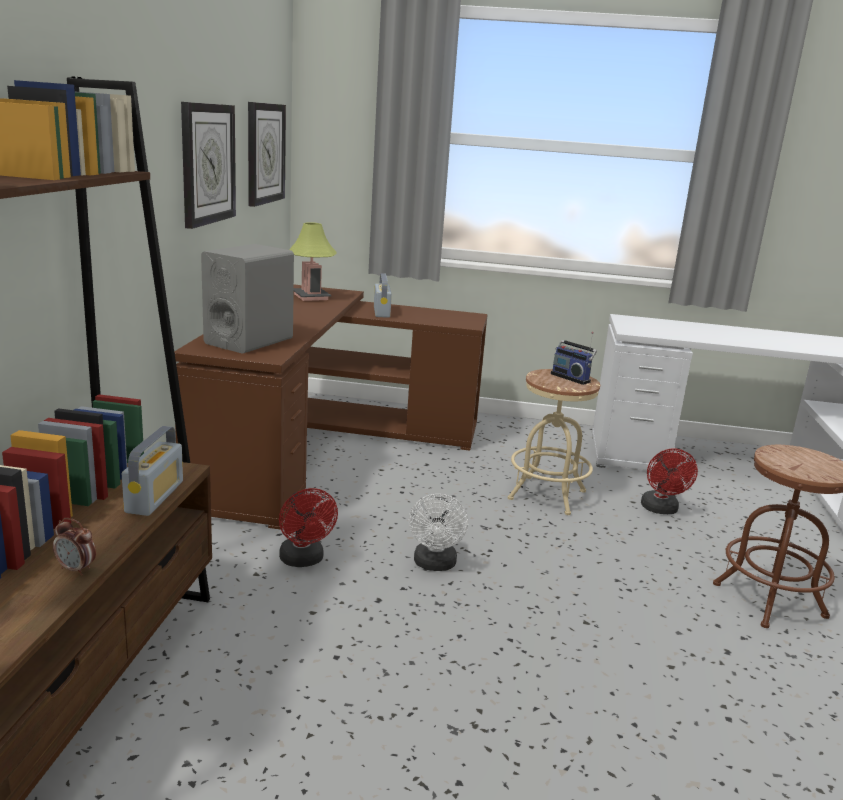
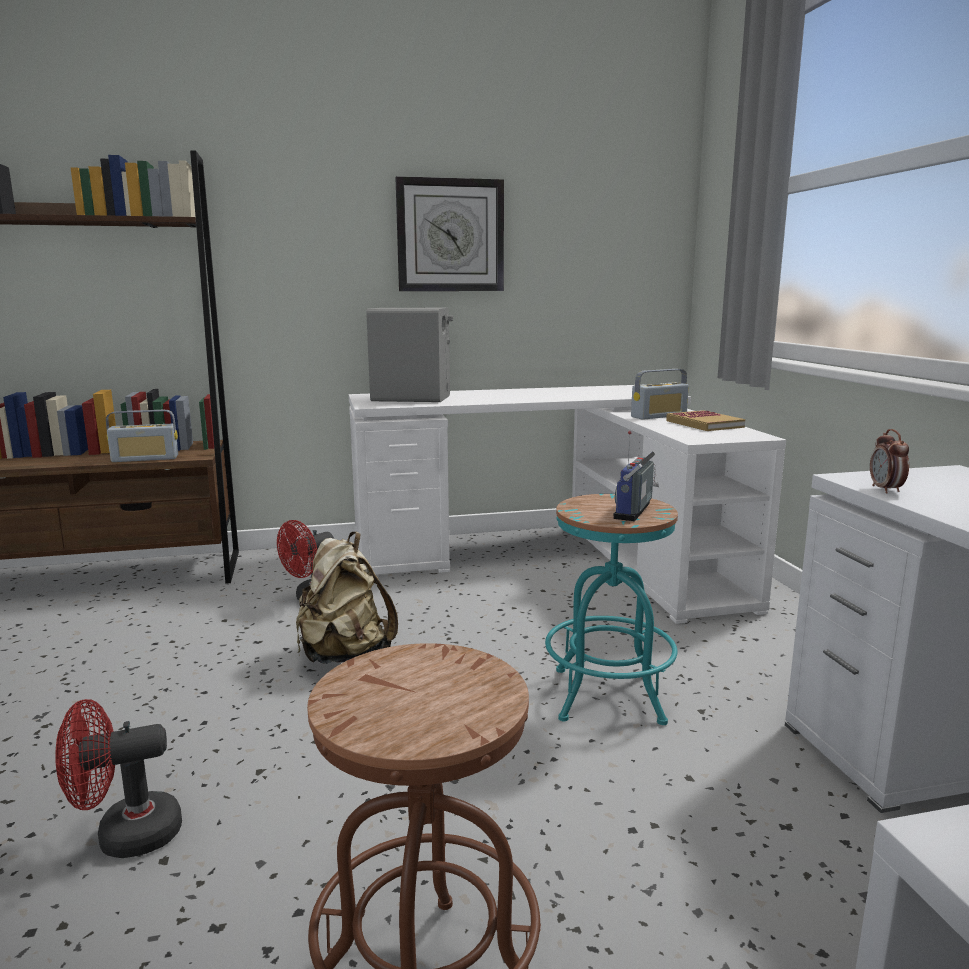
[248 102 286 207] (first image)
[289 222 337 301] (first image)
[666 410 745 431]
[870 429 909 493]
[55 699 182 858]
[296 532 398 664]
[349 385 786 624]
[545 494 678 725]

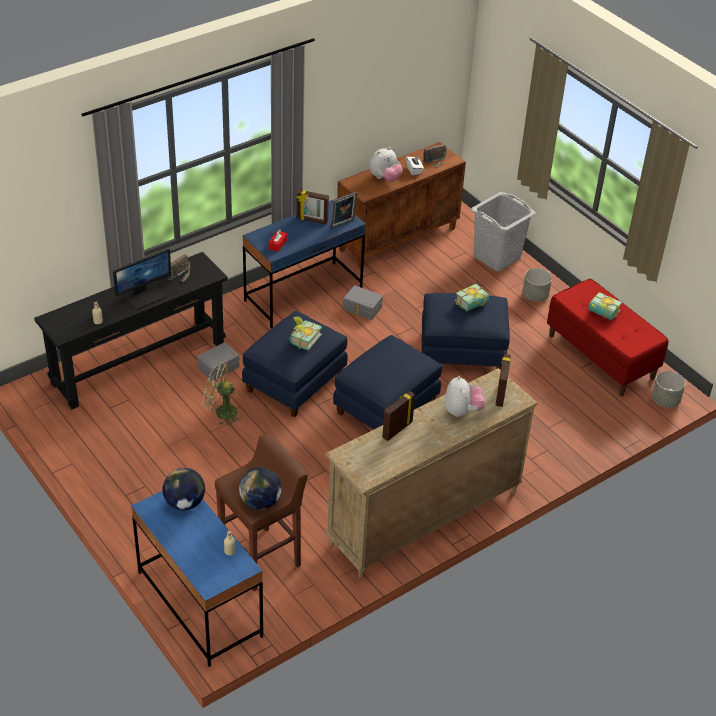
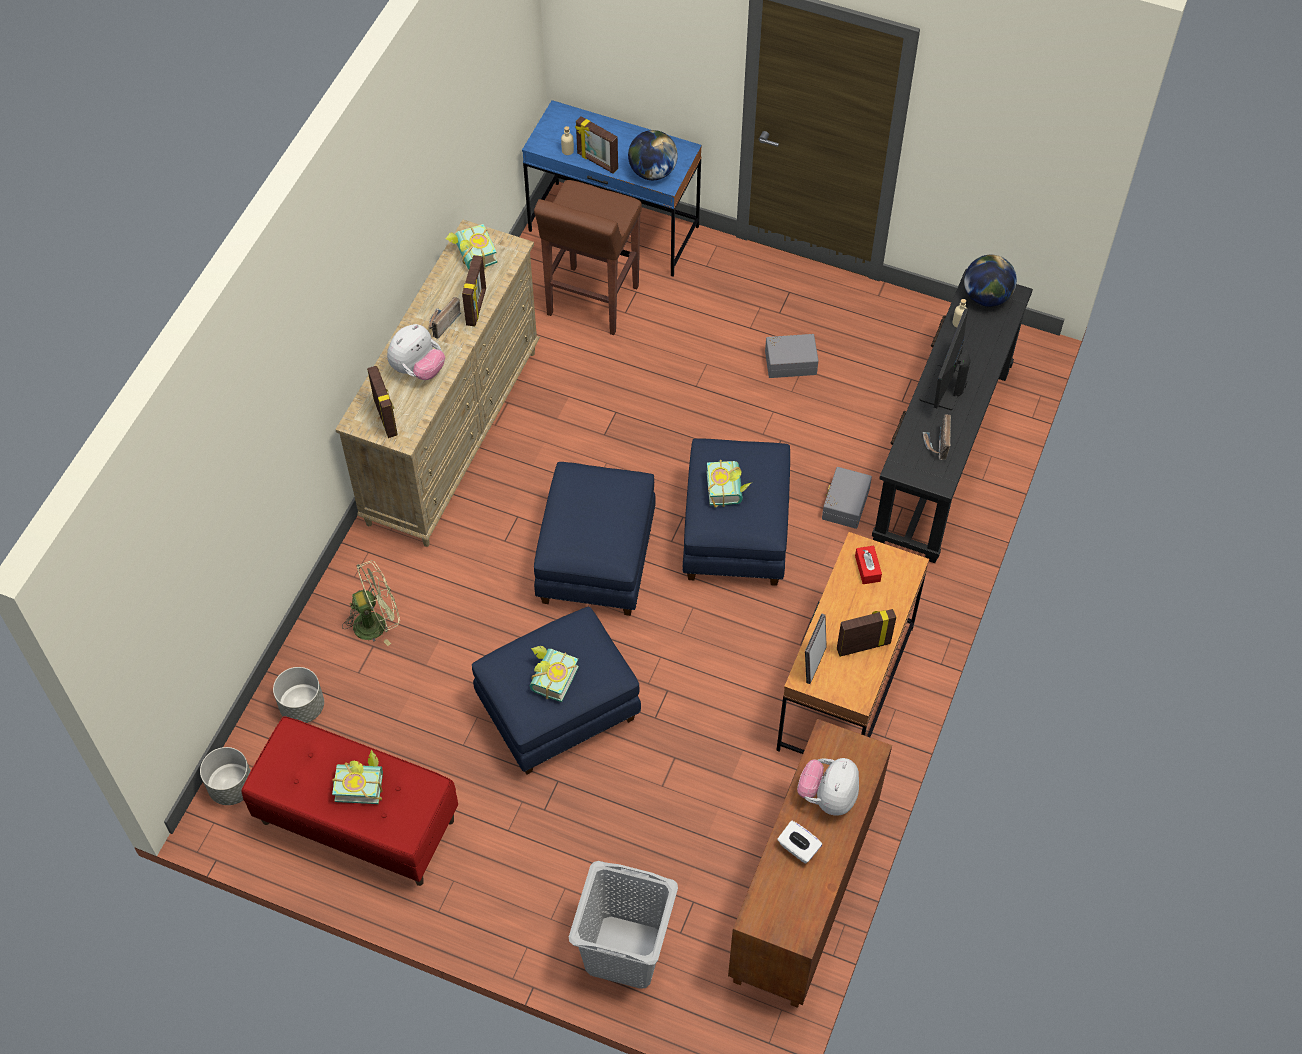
[446 224 498 270]
[575 116 618 174]
[342 560 400 646]
[964 255 1017 307]
[765 334 818 378]
[429 297 461 339]
[273 667 324 723]
[776 532 929 754]
[387 324 445 380]

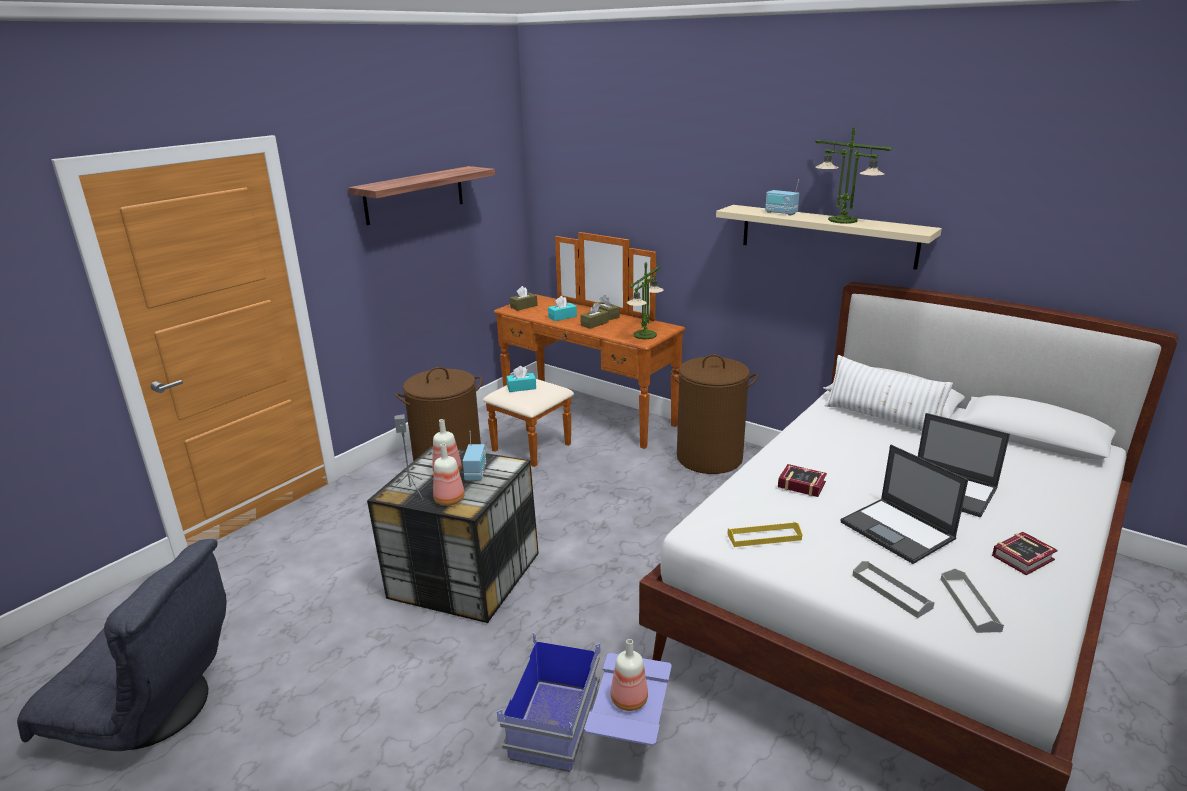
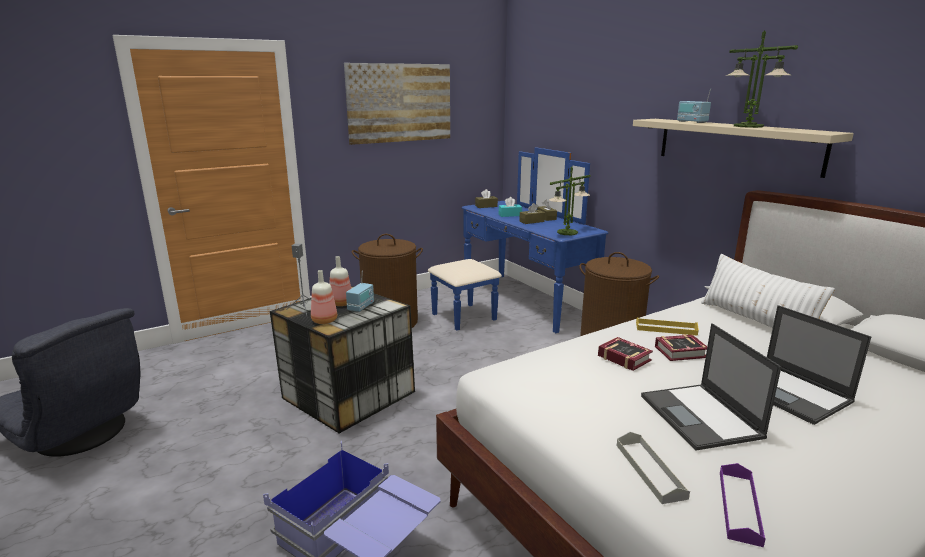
[507 366 536 392] (first image)
[611 639 648 711] (first image)
[636 317 699 336]
[655 334 707 361]
[344 63 450 145]
[428 147 608 333]
[720 463 766 547]

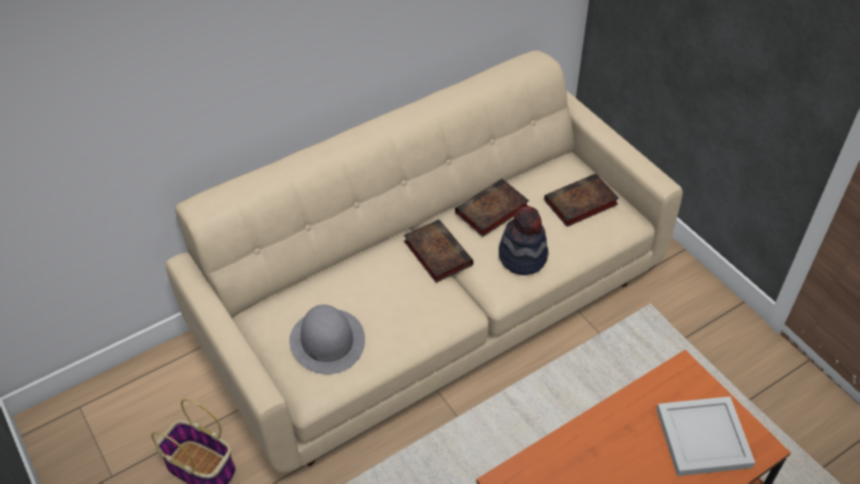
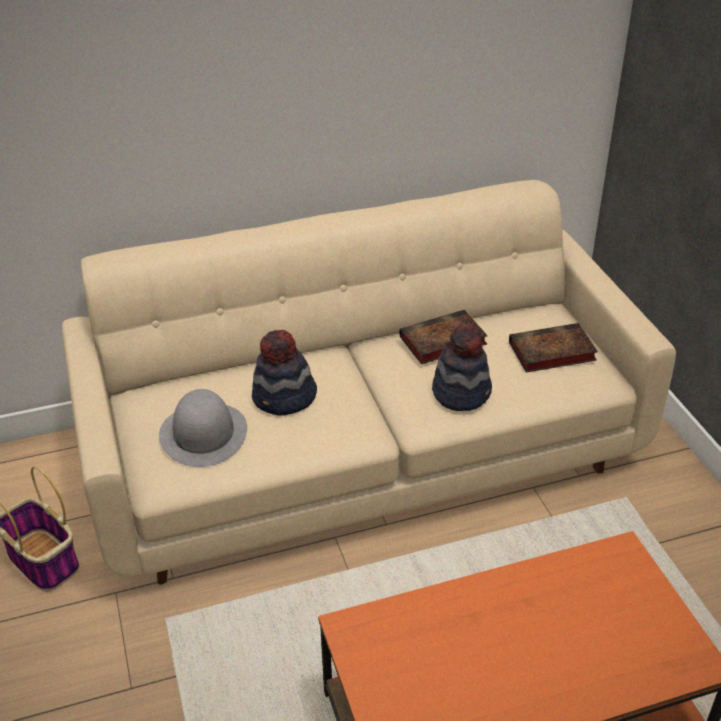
[404 219 474 283] (first image)
[656 396 755 476] (first image)
[252 330 317 416]

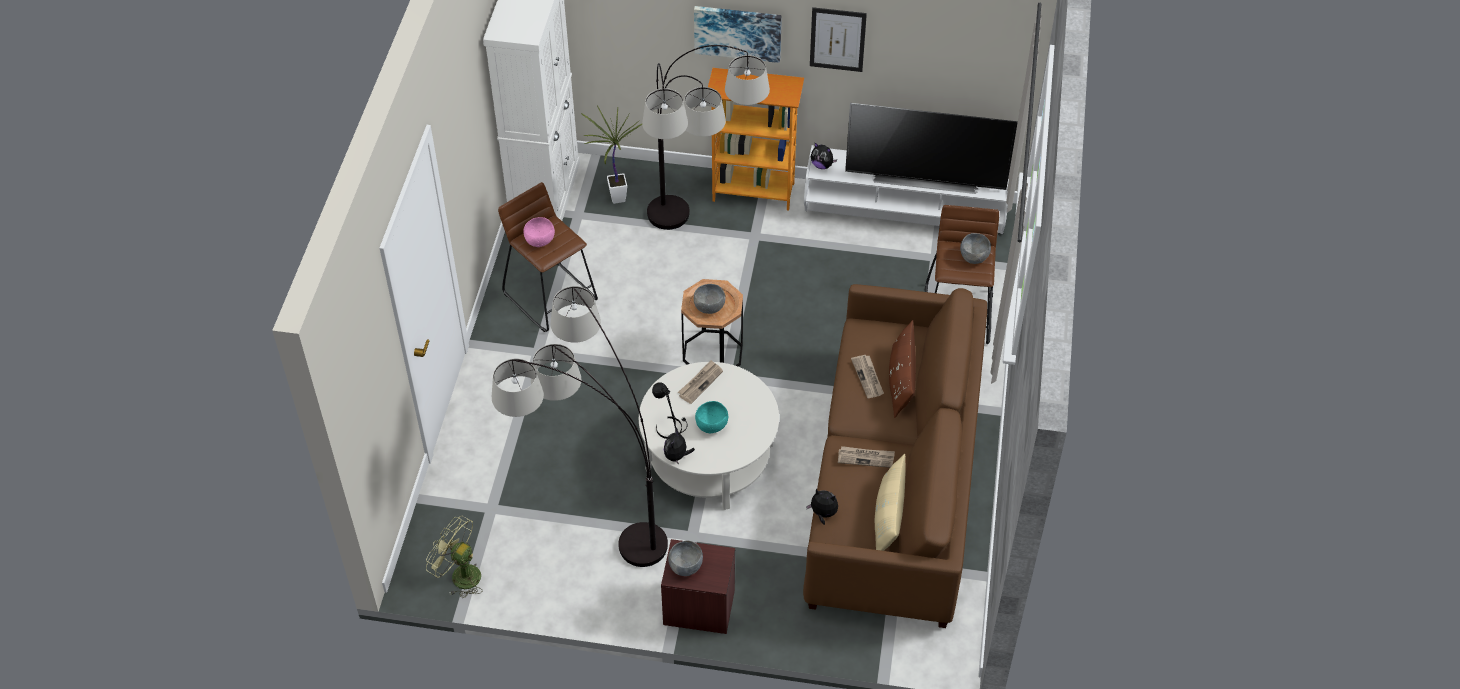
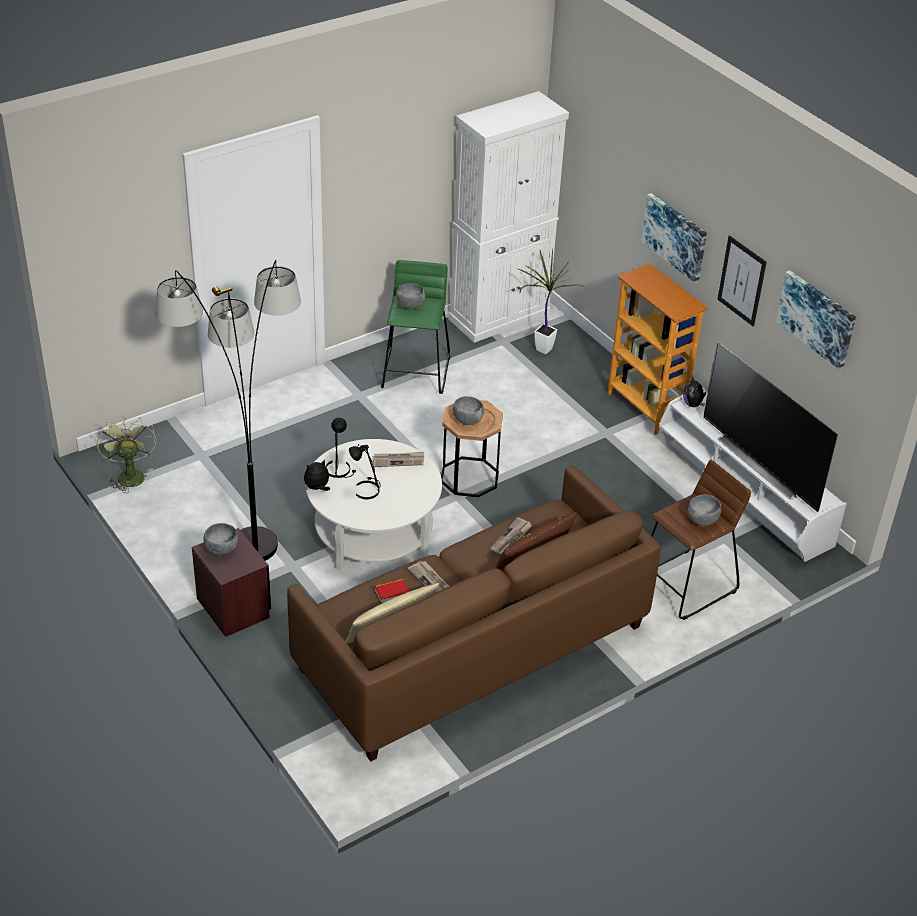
[642 45 770 230] (first image)
[806 489 838 525] (first image)
[374 579 410 604]
[776 270 856 369]
[349 444 380 499]
[381 260 450 394]
[396 283 425 310]

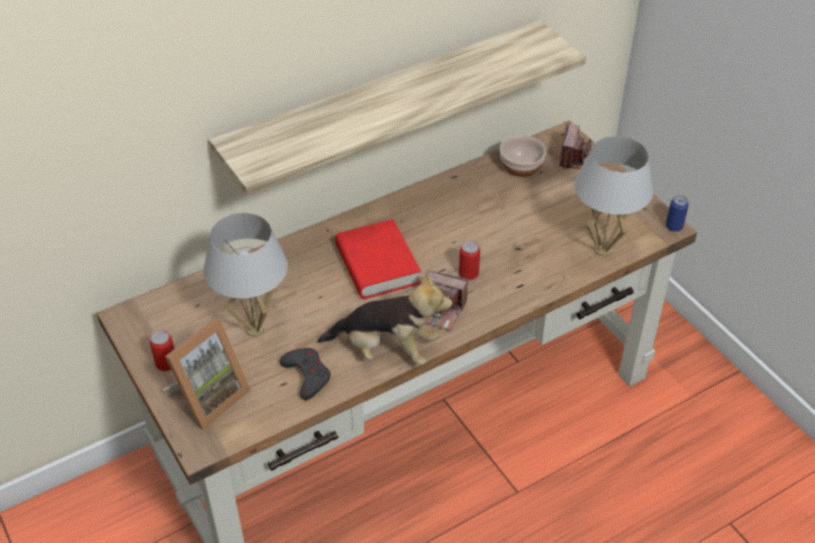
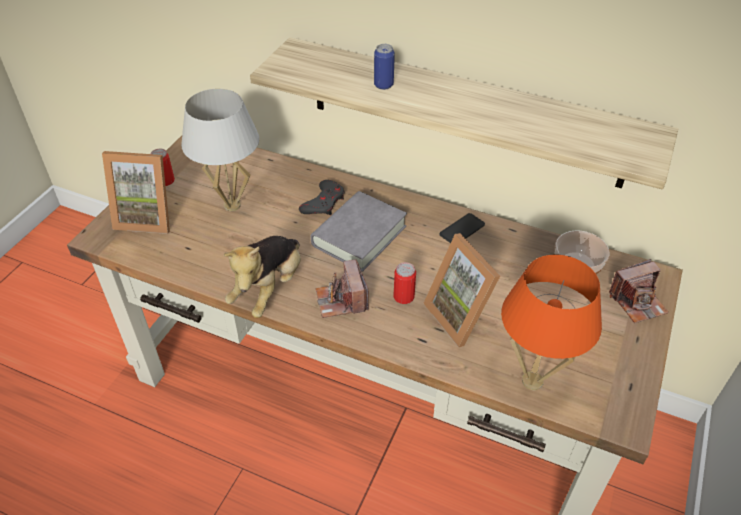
[423 233 500 347]
[440 213 485 243]
[299 180 344 215]
[374 44 395 90]
[311 191 407 272]
[501 255 602 390]
[224 236 301 318]

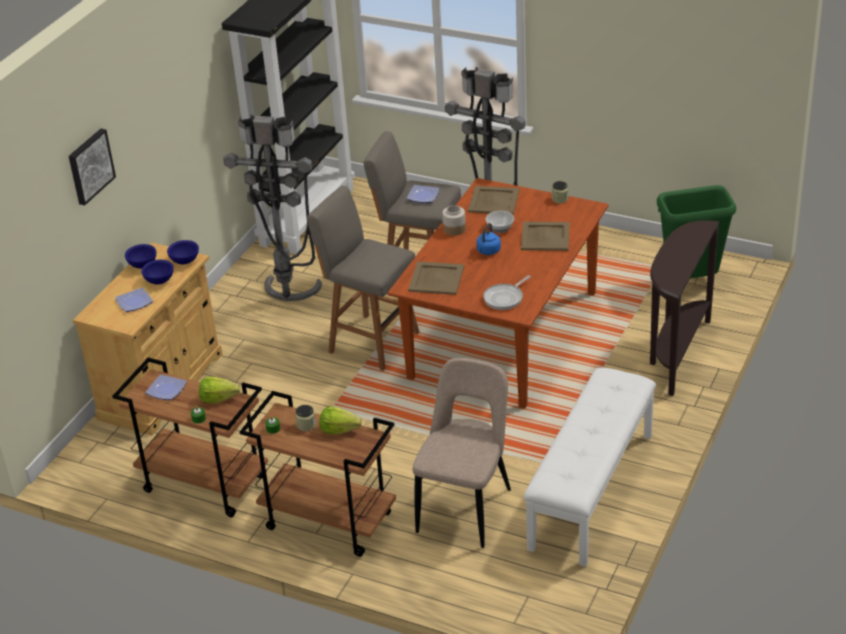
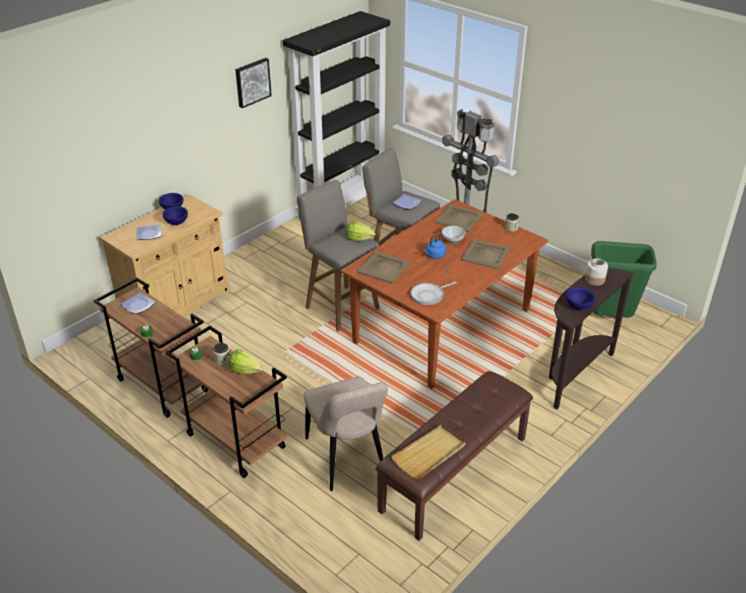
[223 115 322 301] (first image)
[391 424 466 480]
[235 58 272 108]
[566 287 595 310]
[346 221 376 241]
[585 258 608 286]
[376 371 533 541]
[304 376 388 491]

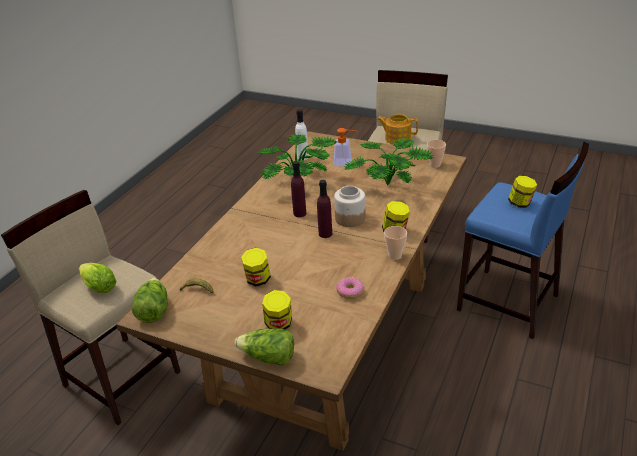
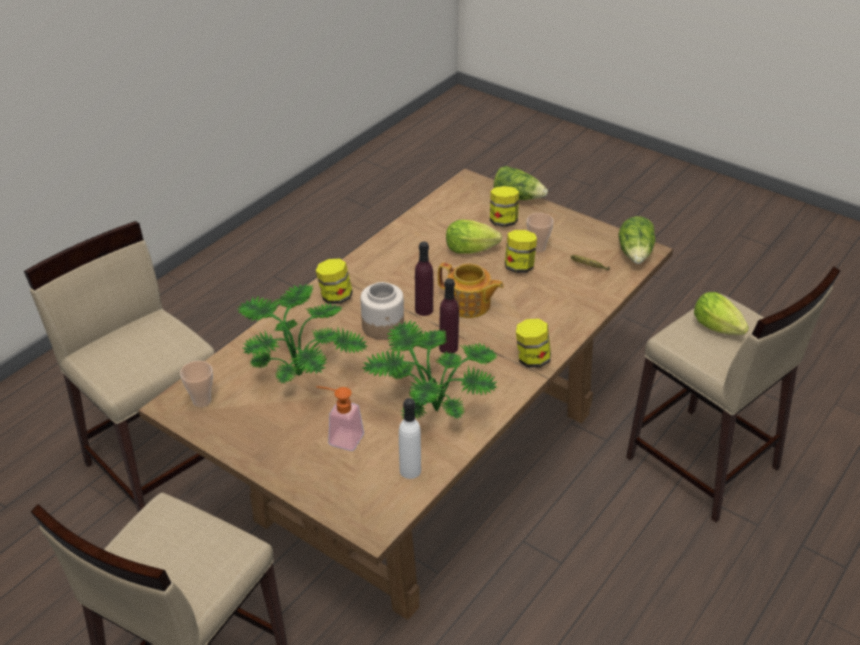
[336 277 365 299] (first image)
[446 220 502 254]
[438 263 504 318]
[527 213 554 253]
[516 319 551 368]
[24 221 215 512]

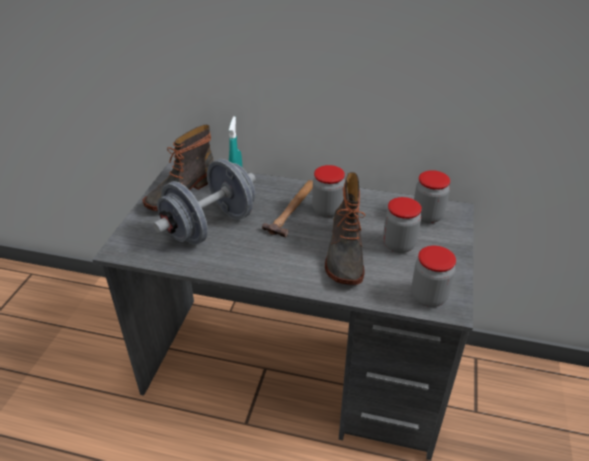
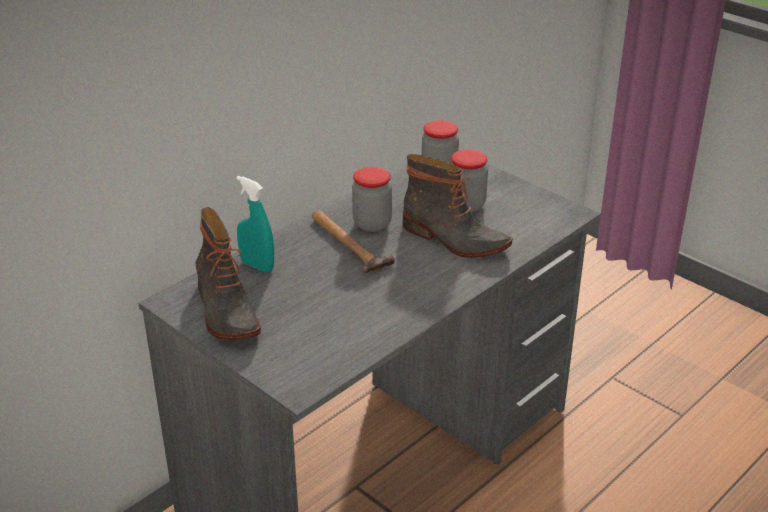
[153 159 256 245] (first image)
[411 246 456 307] (first image)

